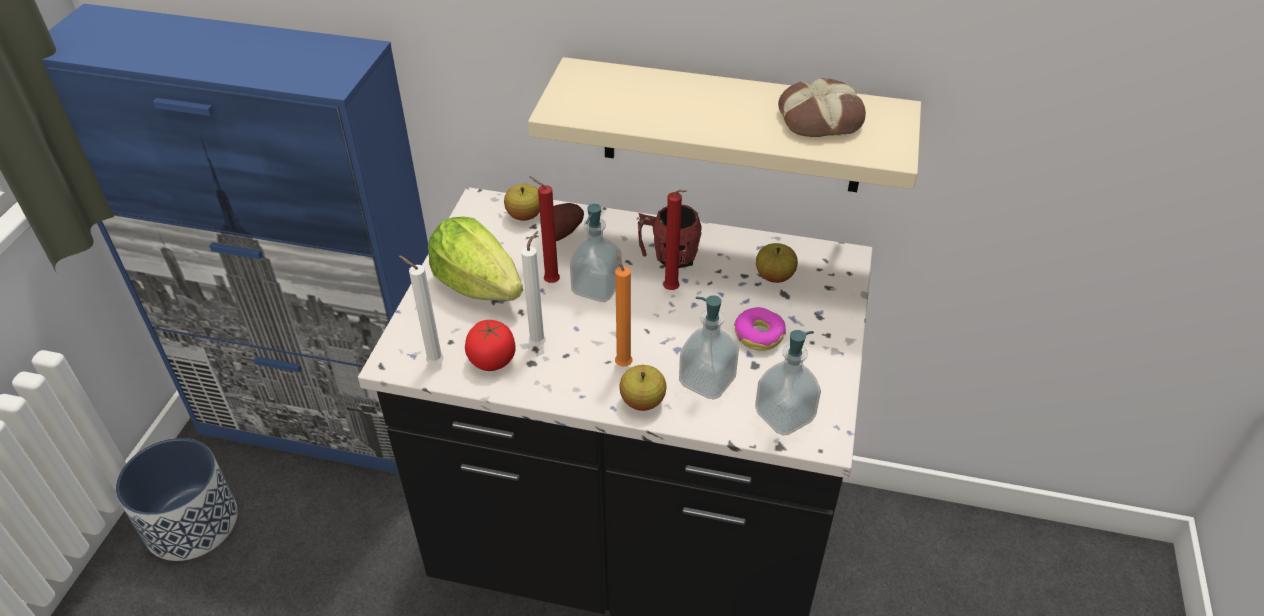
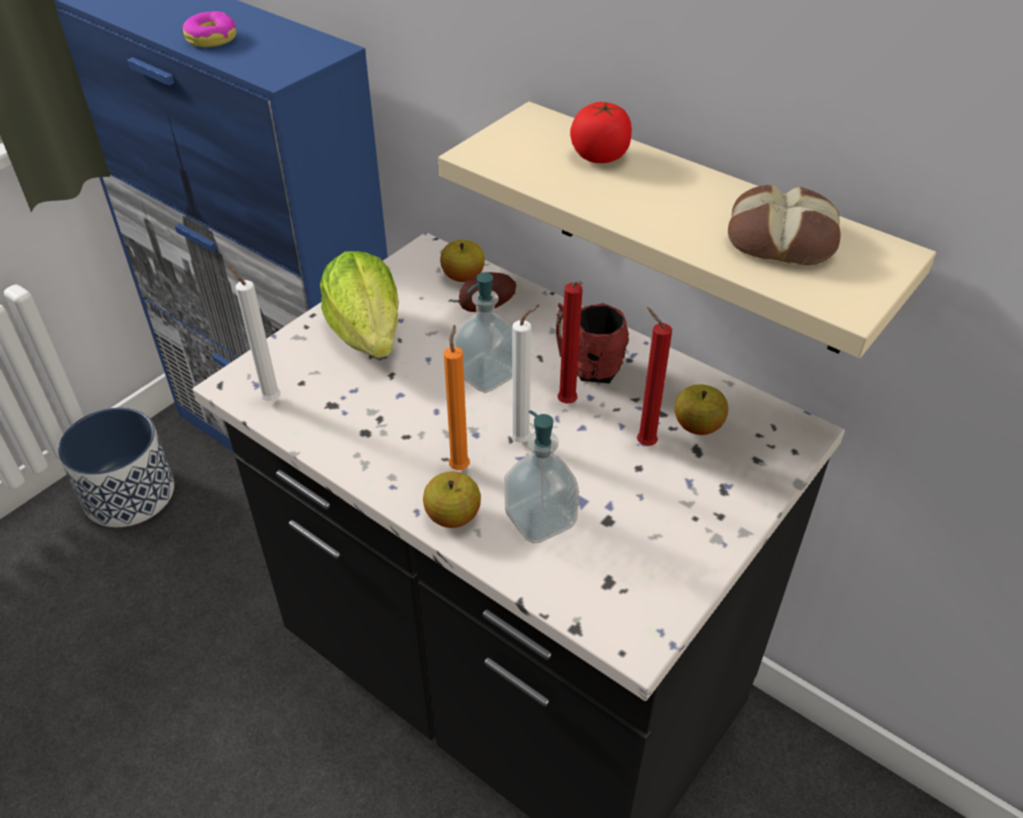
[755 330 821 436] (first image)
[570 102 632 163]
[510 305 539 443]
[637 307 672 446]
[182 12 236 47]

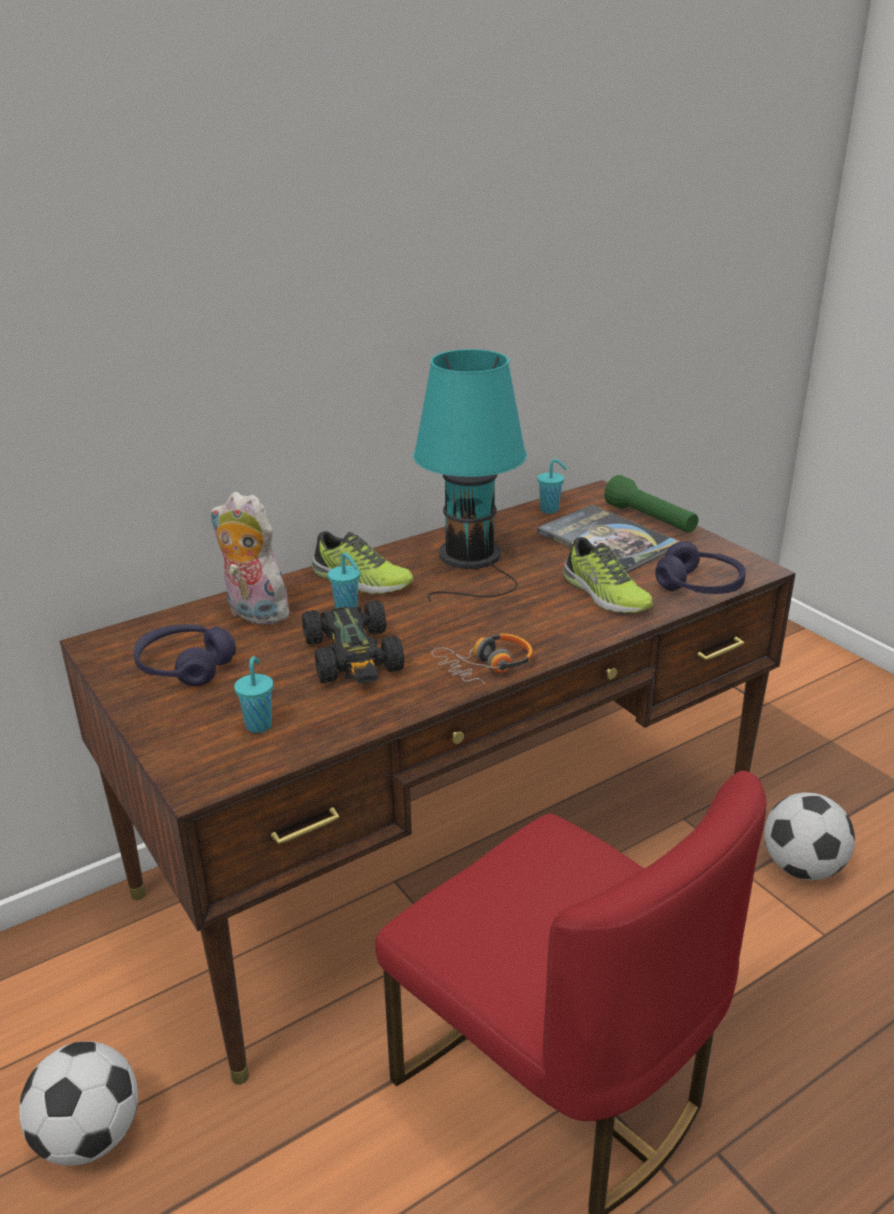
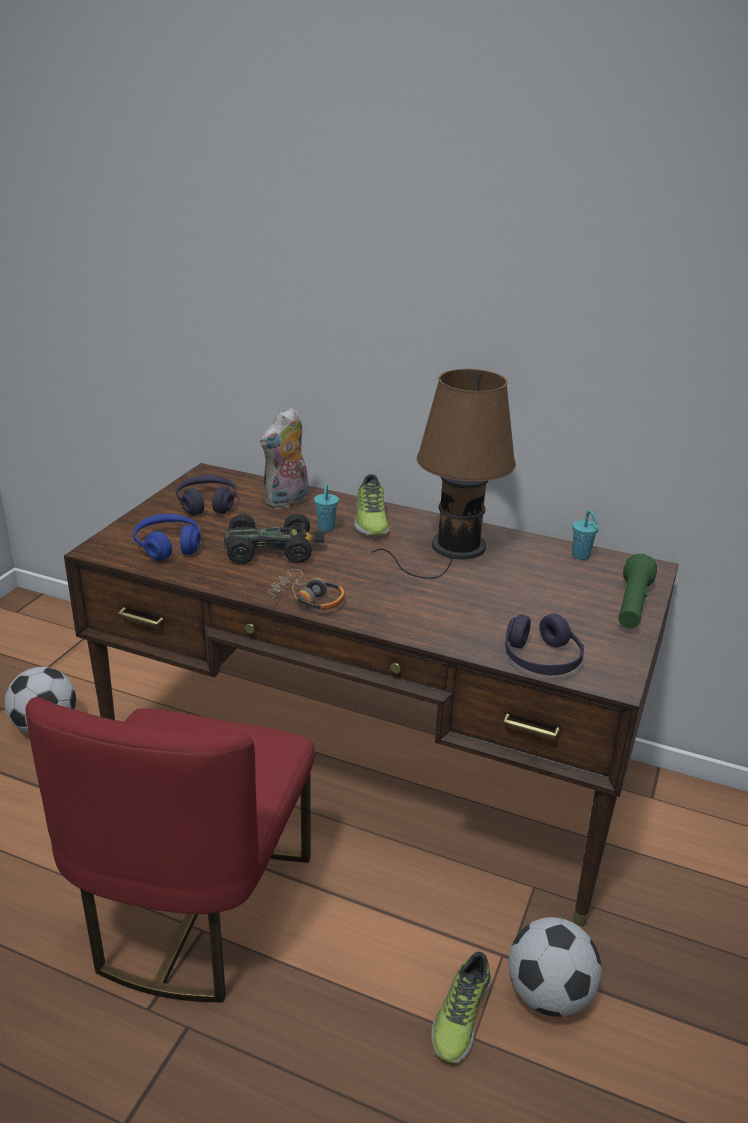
[536 504 680 573] (first image)
[431 952 490 1063]
[133 514 200 561]
[372 369 516 579]
[260 408 308 509]
[224 513 325 564]

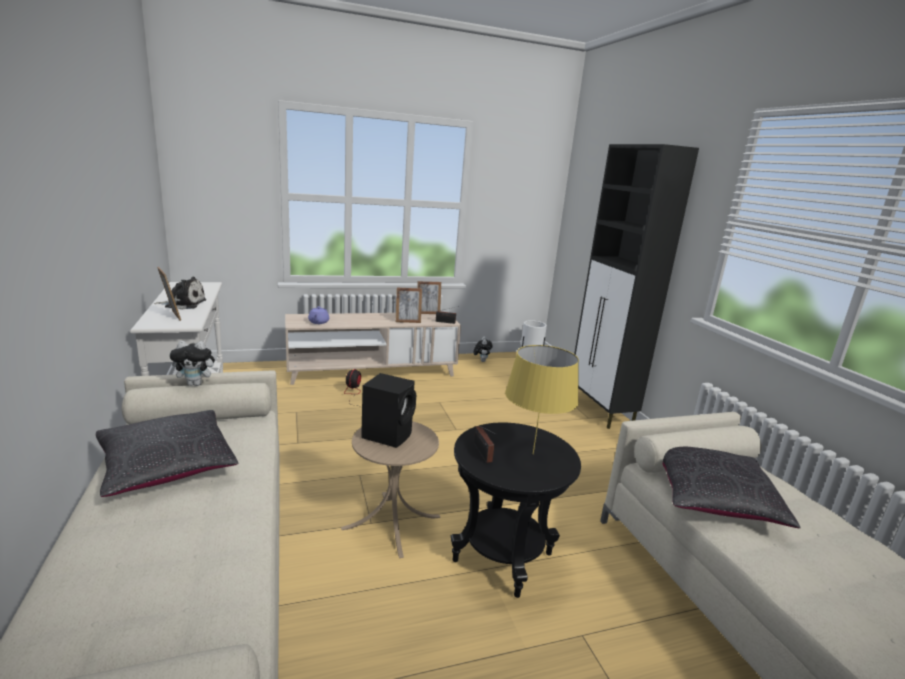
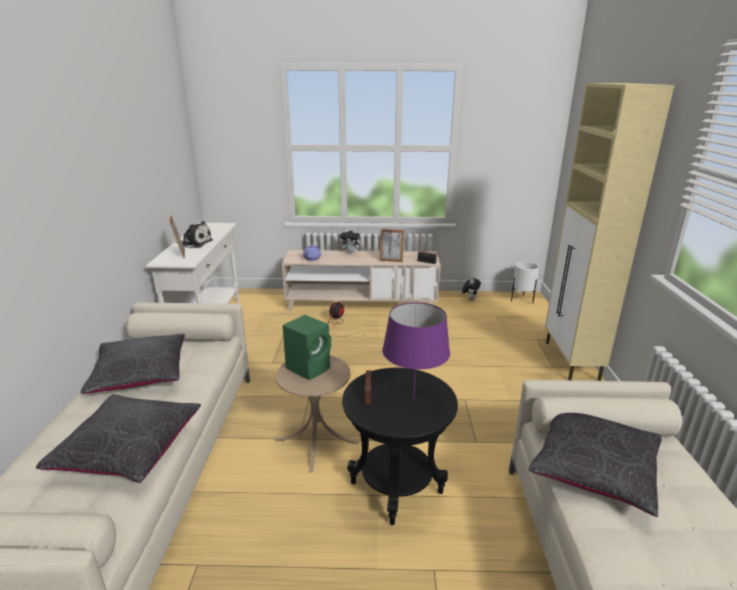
[417 281 441 314] (first image)
[36 394 201 483]
[340 229 363 254]
[283 315 331 380]
[382 302 450 402]
[545 83 674 381]

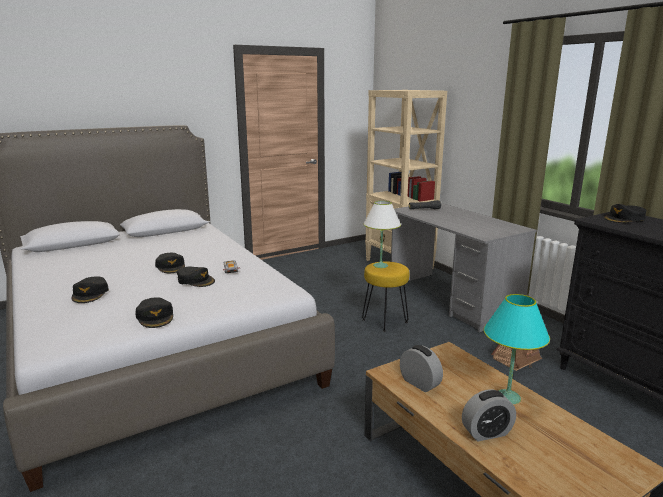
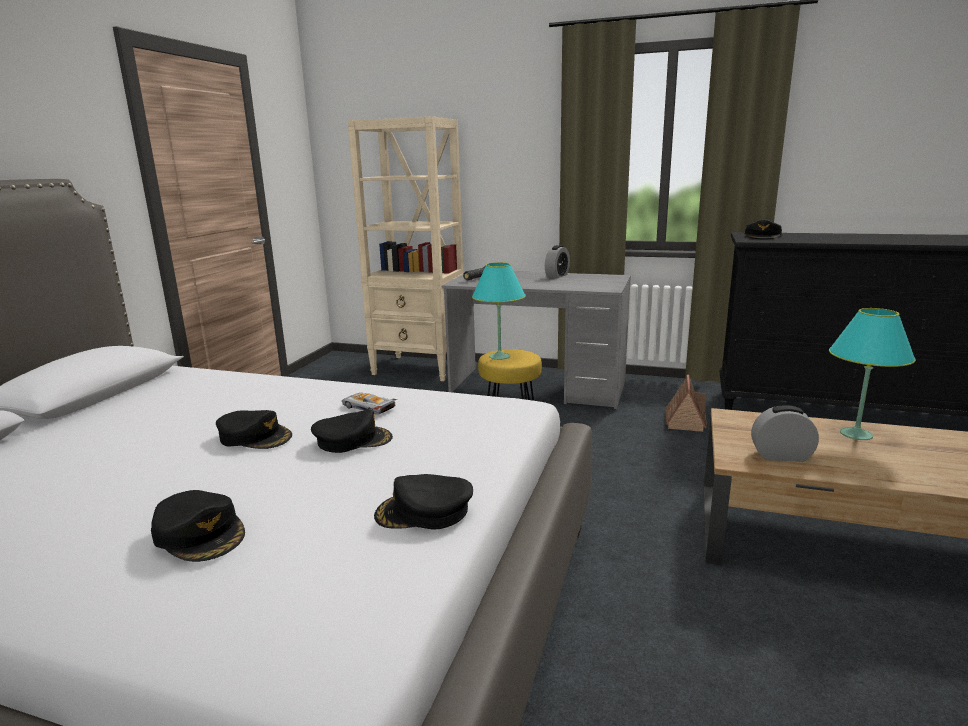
[545 245 570 278]
[472 262 526 360]
[374 474 473 530]

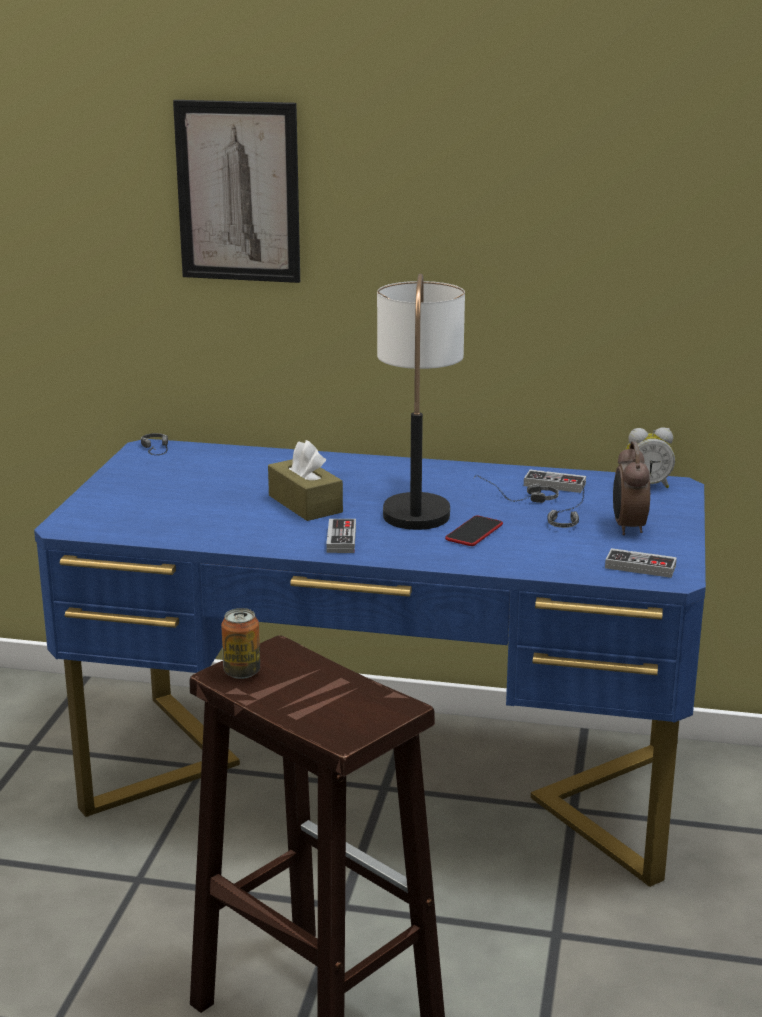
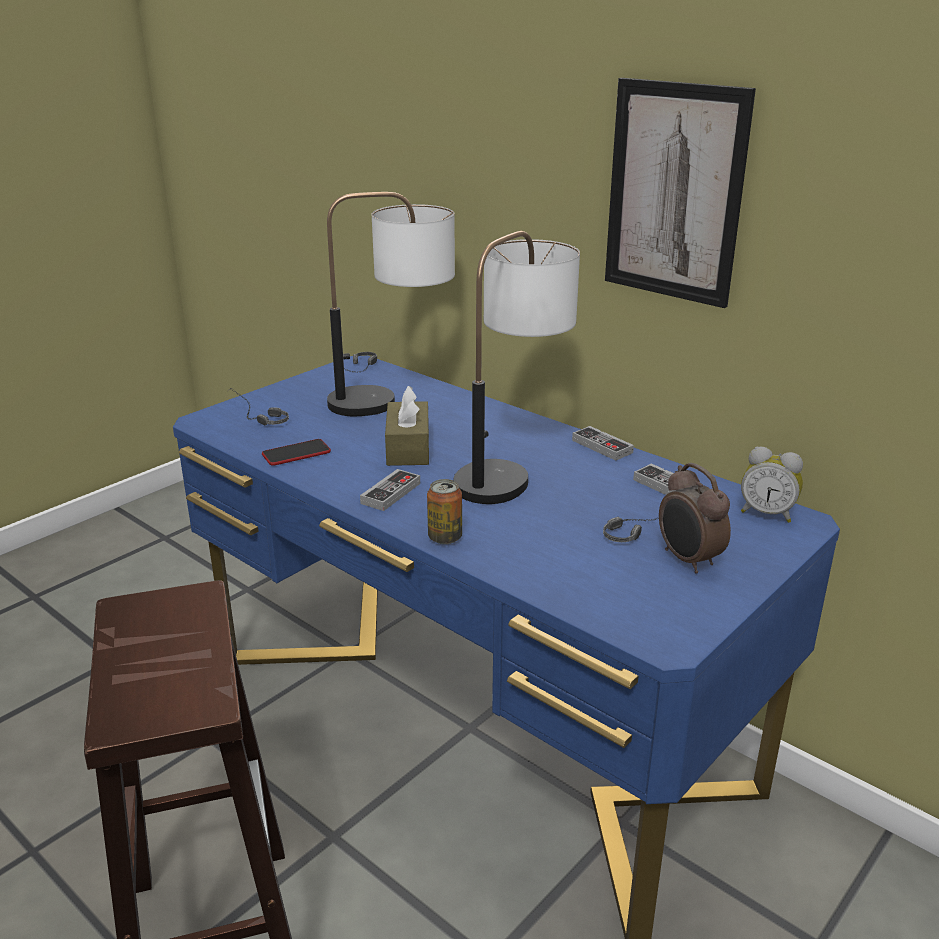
[327 192 455 416]
[605 78 756 308]
[427 479 462 544]
[262 439 331 466]
[228 388 289 425]
[572 426 634 461]
[659 463 731 574]

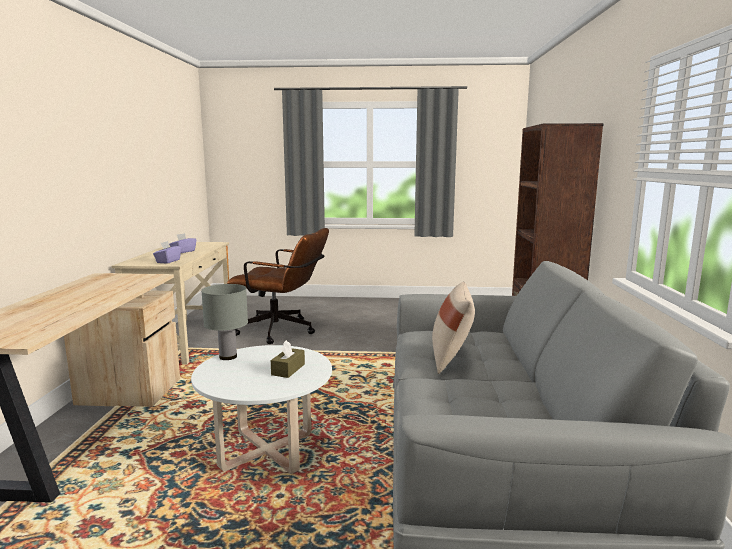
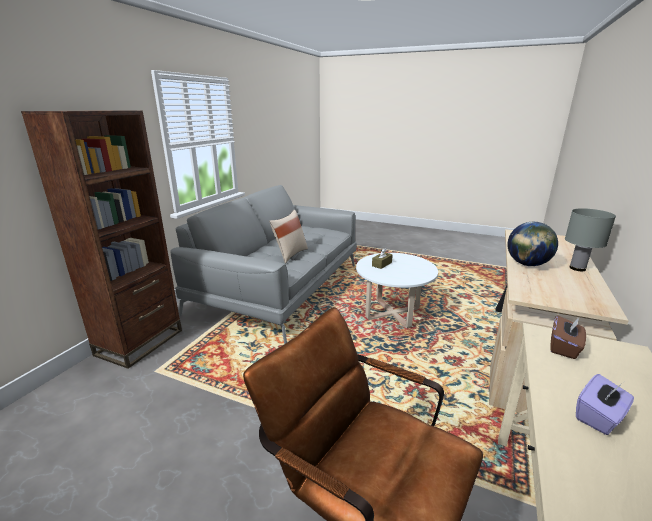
[507 222 558 266]
[565 208 616 271]
[550 315 586 359]

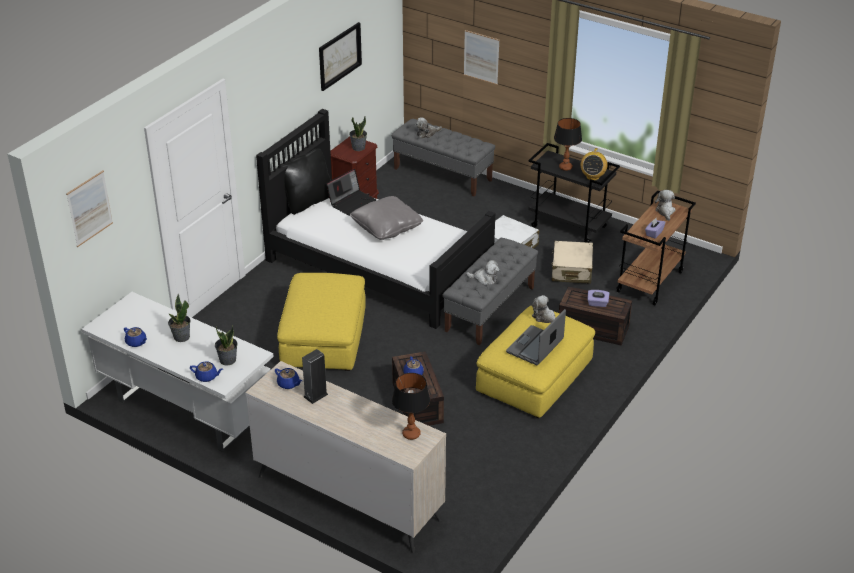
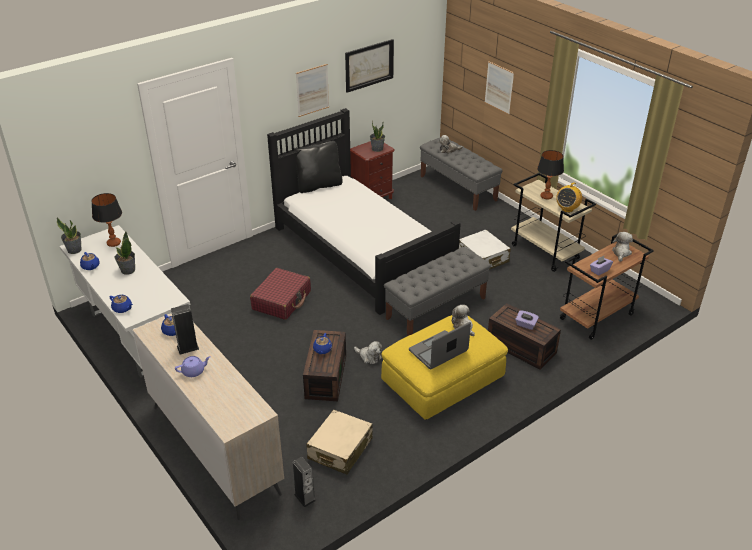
[326 168 377 216] (first image)
[350 196 423 240] (first image)
[175 356 211 377]
[293 457 316 508]
[296 64 329 117]
[57 218 82 254]
[91 193 122 247]
[354 341 382 364]
[307 409 373 474]
[250 268 311 320]
[511 173 596 272]

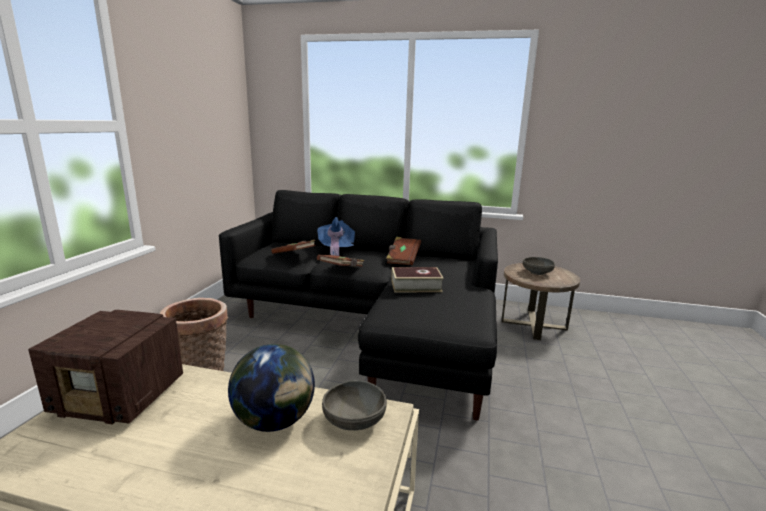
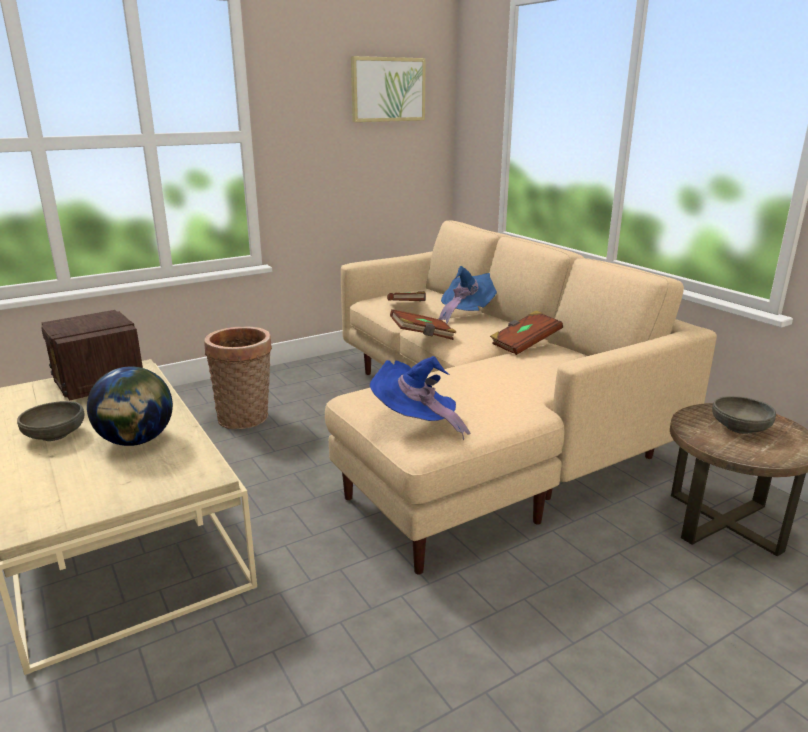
[391 267 444 293] (first image)
[351 56 426 122]
[370 356 470 440]
[17 401 85 441]
[325 220 717 575]

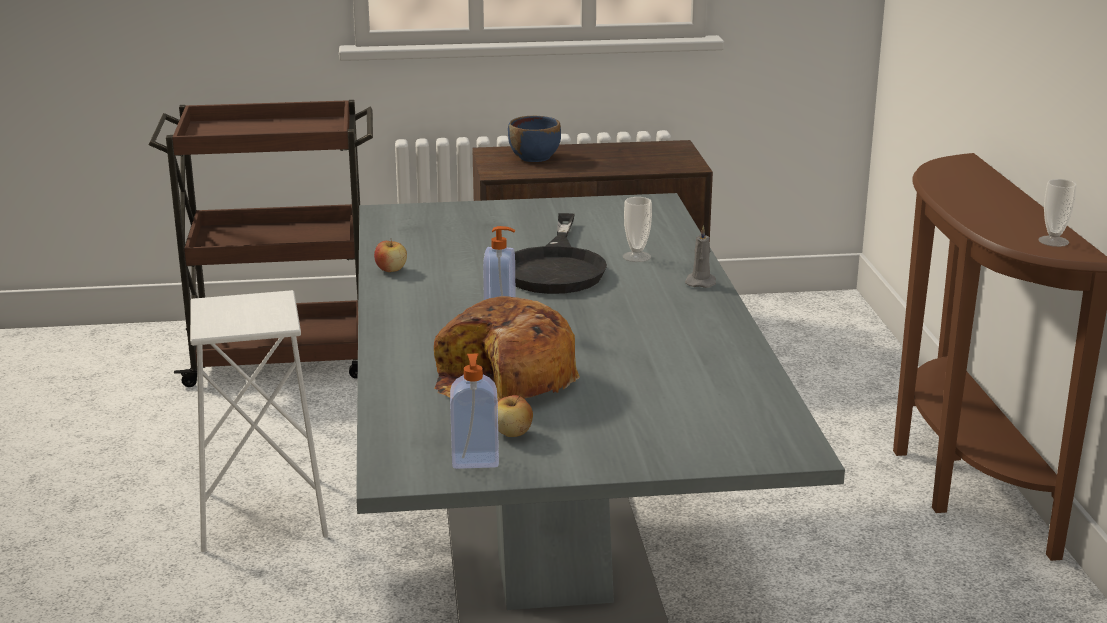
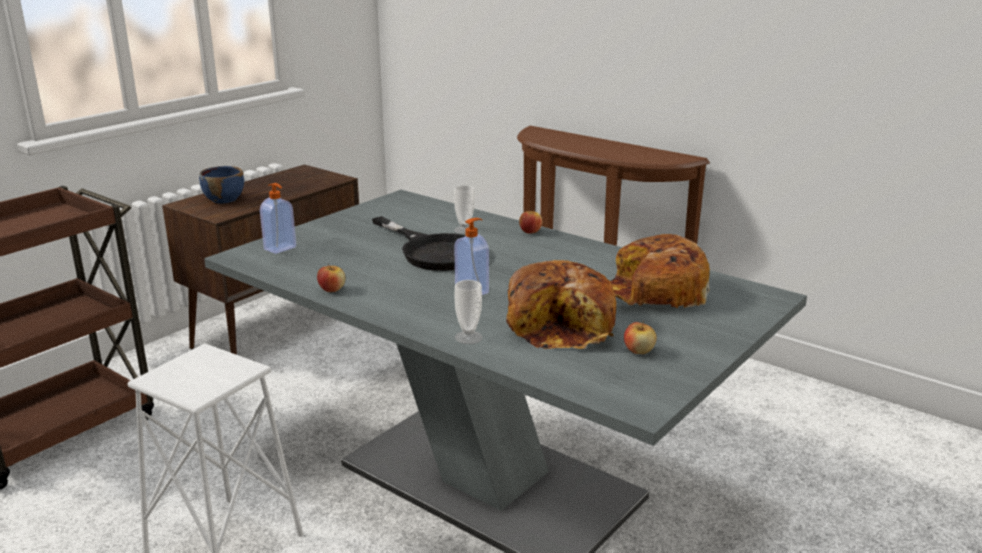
[610 234 710 309]
[260 183 296 254]
[455 280 483 344]
[519 209 542 234]

